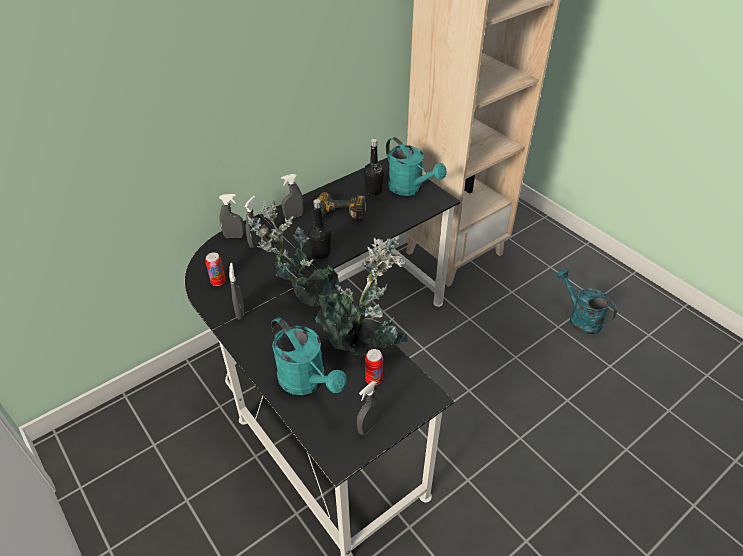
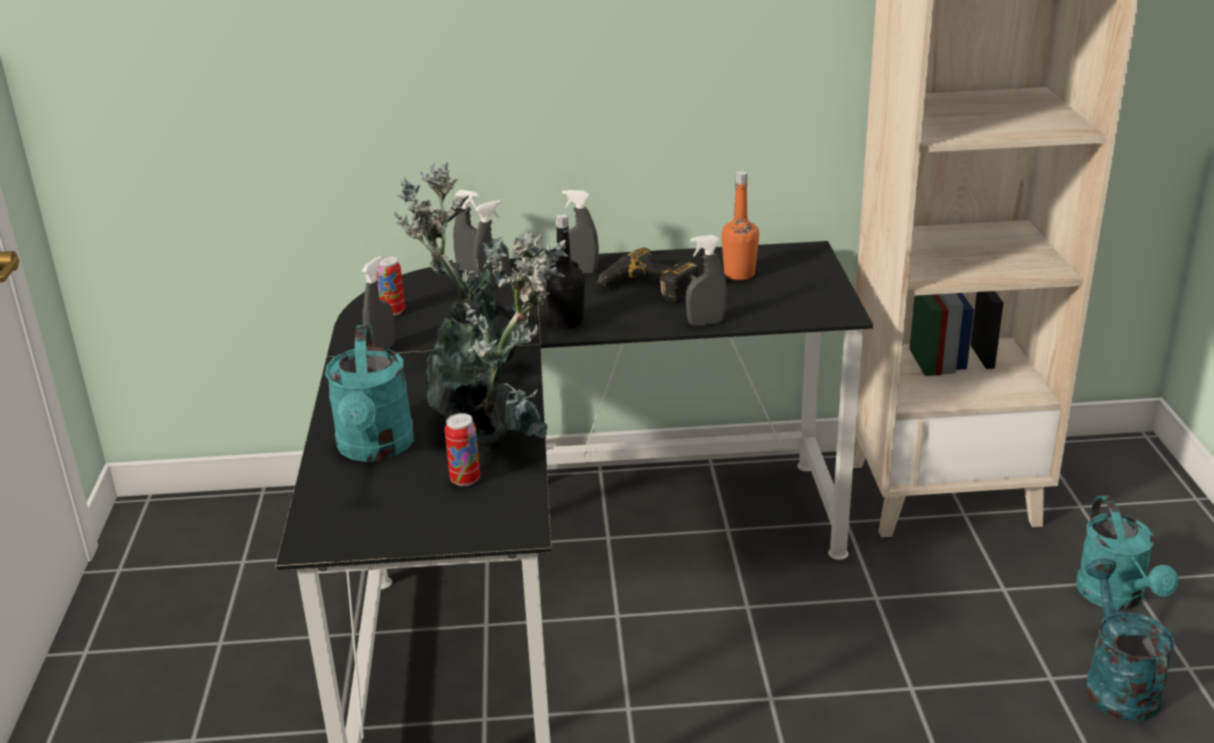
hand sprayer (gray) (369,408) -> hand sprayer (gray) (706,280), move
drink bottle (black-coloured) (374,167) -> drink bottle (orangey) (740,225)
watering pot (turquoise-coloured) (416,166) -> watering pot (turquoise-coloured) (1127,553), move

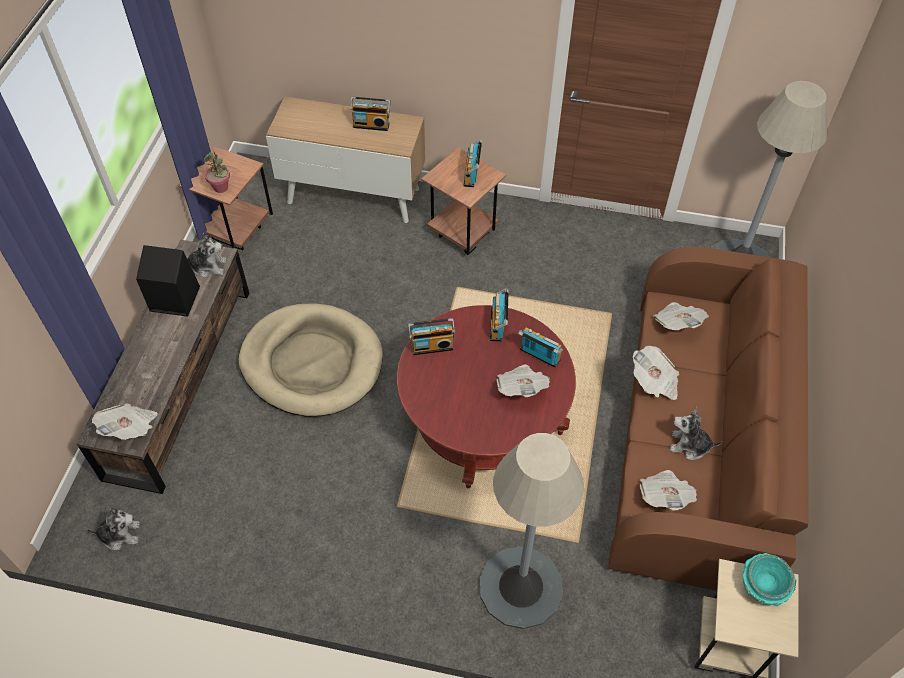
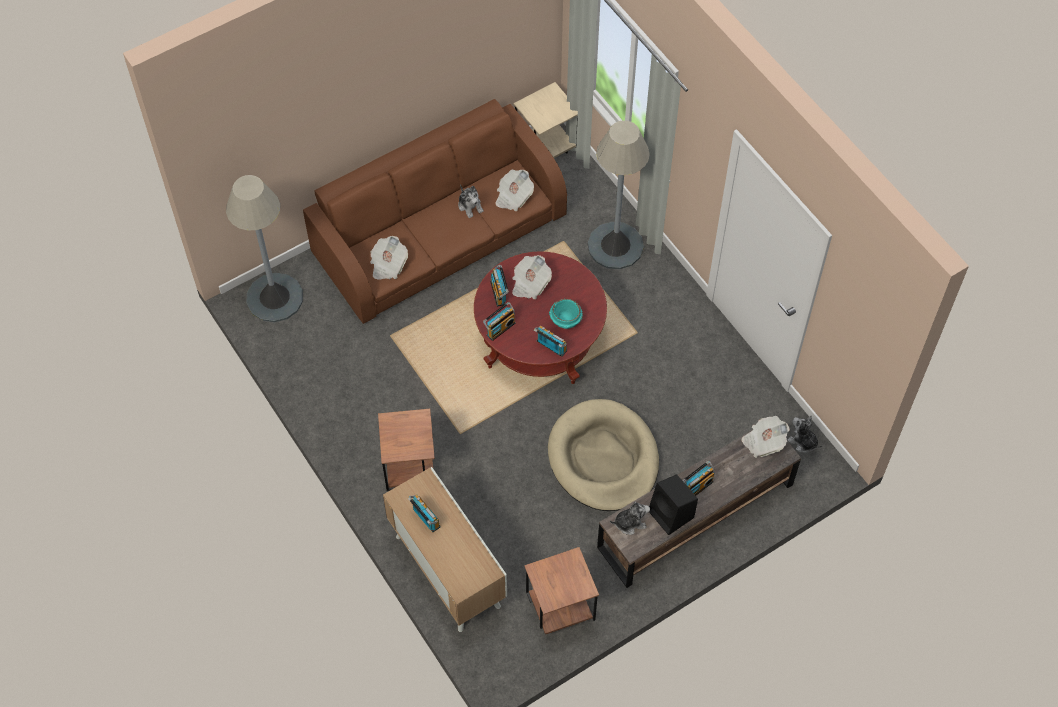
serving bowl (turquoise-coloured) (769,579) -> serving bowl (turquoise-coloured) (566,314), move
plush toy (207,255) -> plush toy (630,518), 120 degrees clockwise
radio receiver (473,163) -> radio receiver (698,478), move
plant in a pot (217,172) -> none
printed paper (656,373) -> none

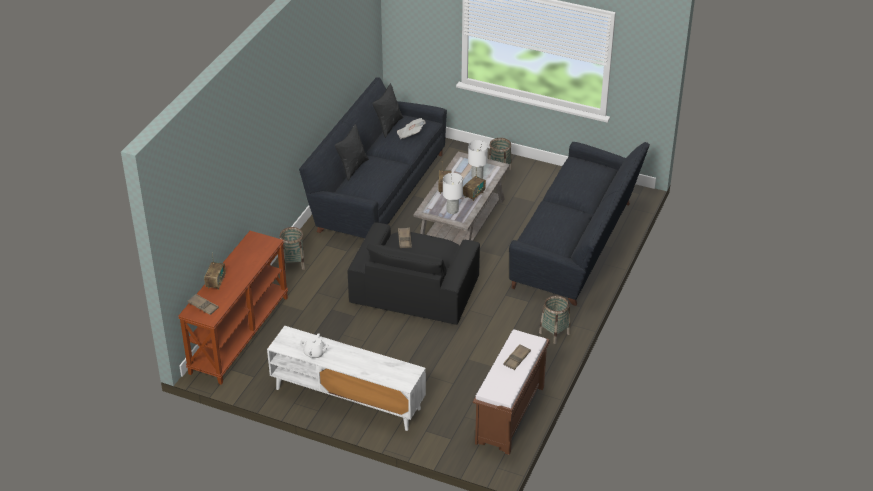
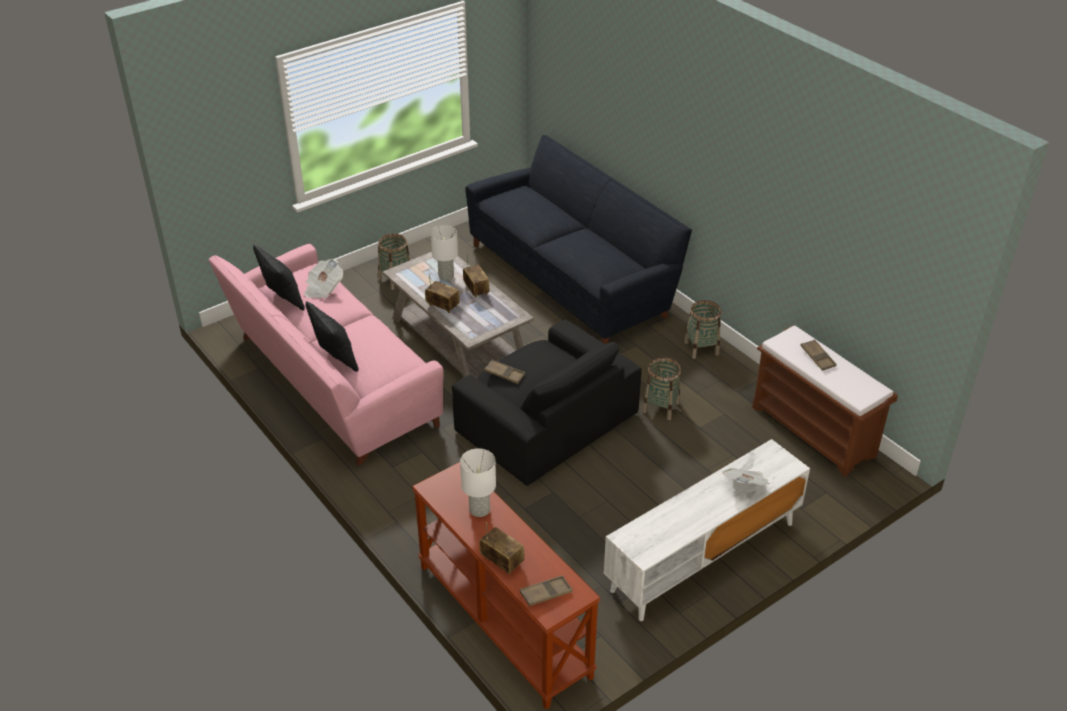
settee (black-coloured) (373,157) -> settee (pinkish) (326,355)
lamp for a table (white-coloured) (453,193) -> lamp for a table (white-coloured) (478,482), move
basket (292,249) -> basket (662,388), move
none -> printed paper (746,477)
tea pot (white-coloured) (314,346) -> none

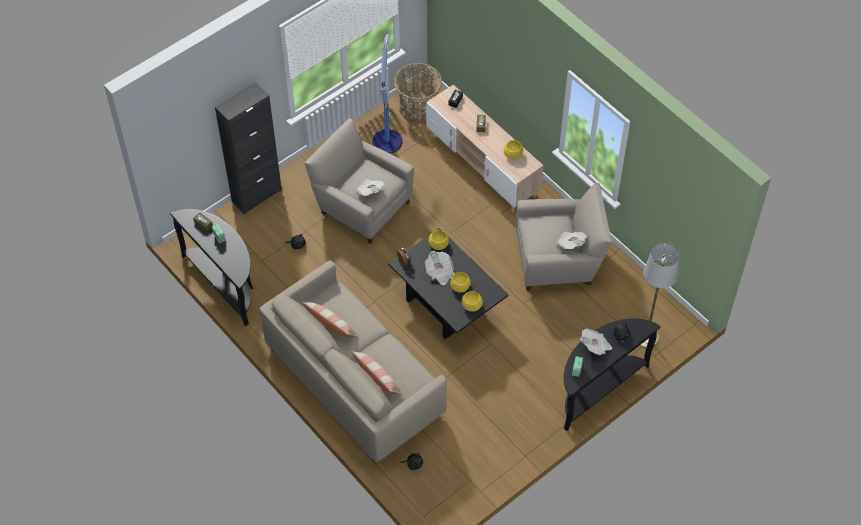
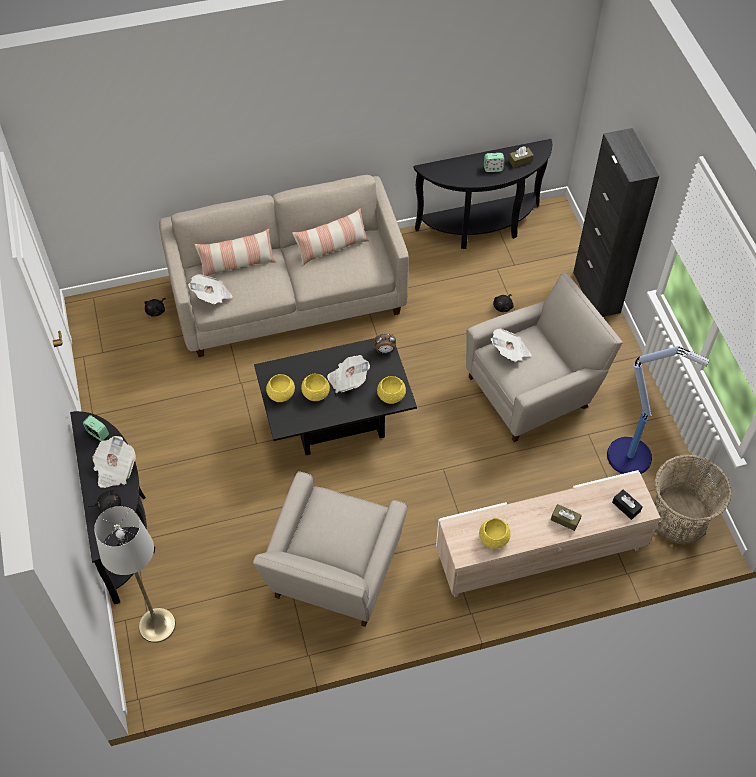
printed paper (571,240) -> printed paper (210,289), move

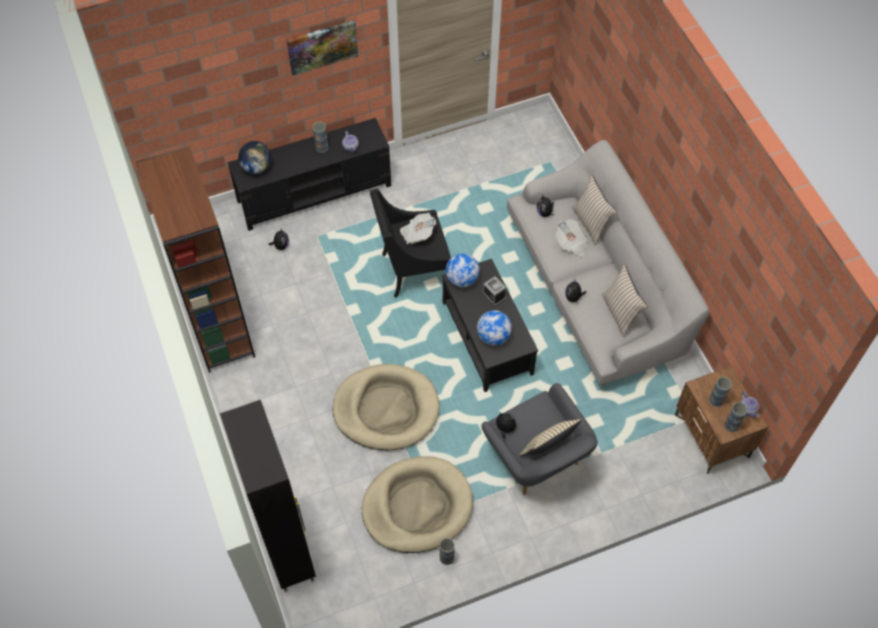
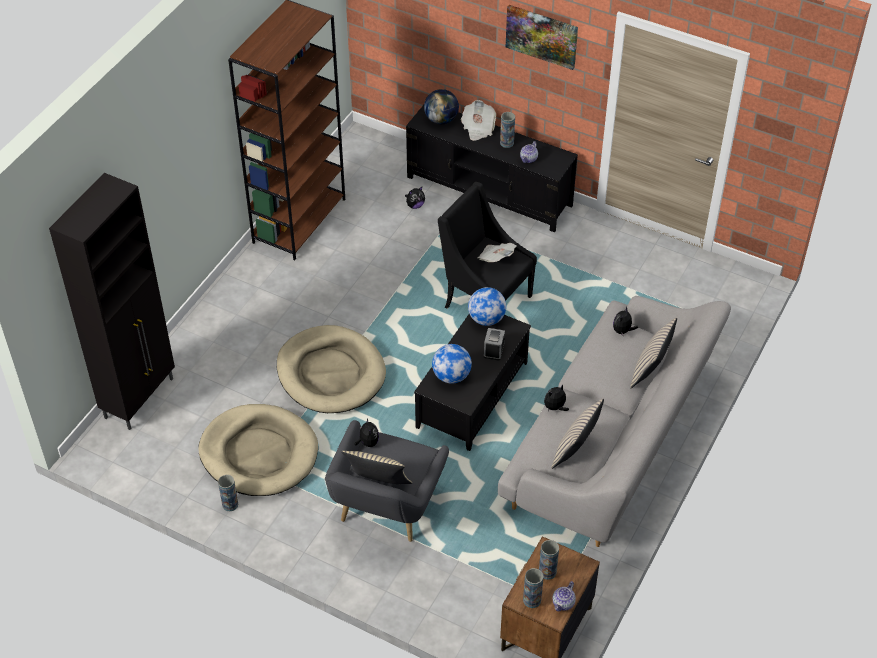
printed paper (572,238) -> printed paper (478,120), move

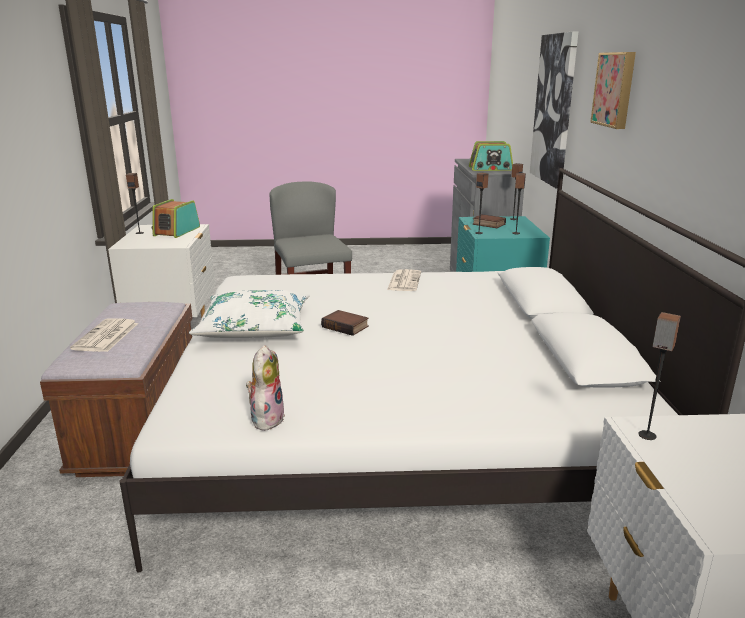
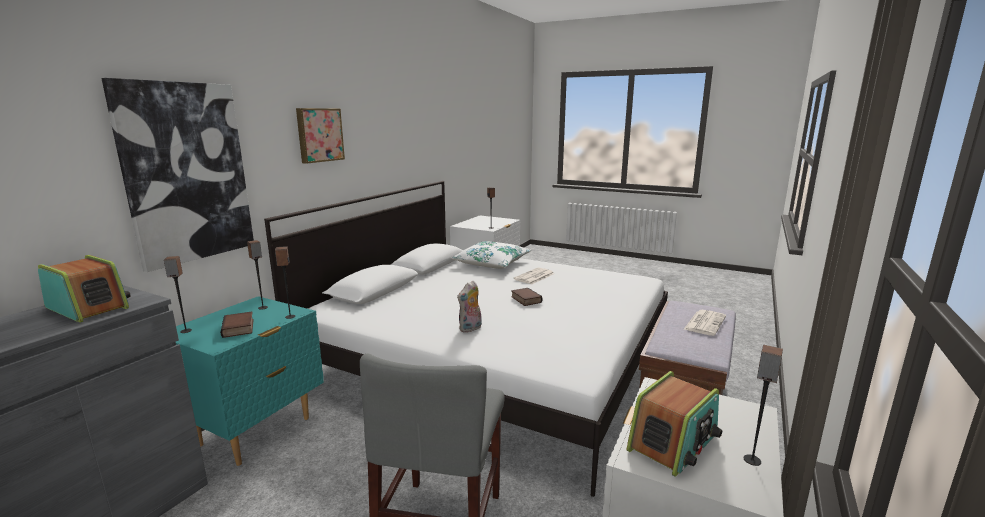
pillow (white-coloured) (249,314) -> pillow (white-coloured) (491,255), move
plush toy (265,388) -> plush toy (469,306), move
printed paper (404,280) -> printed paper (534,275), move

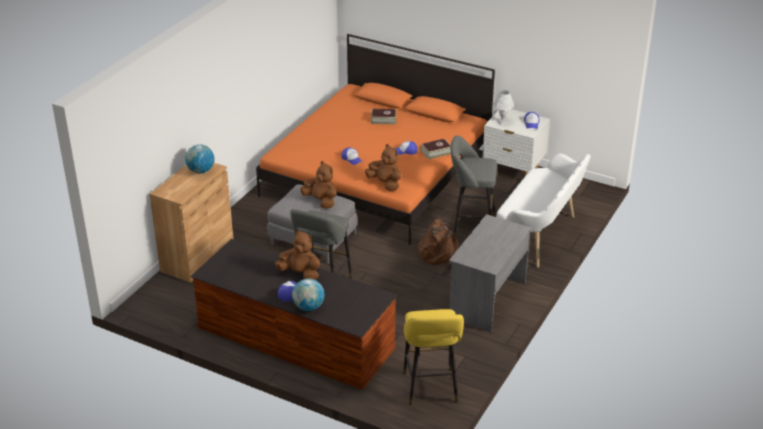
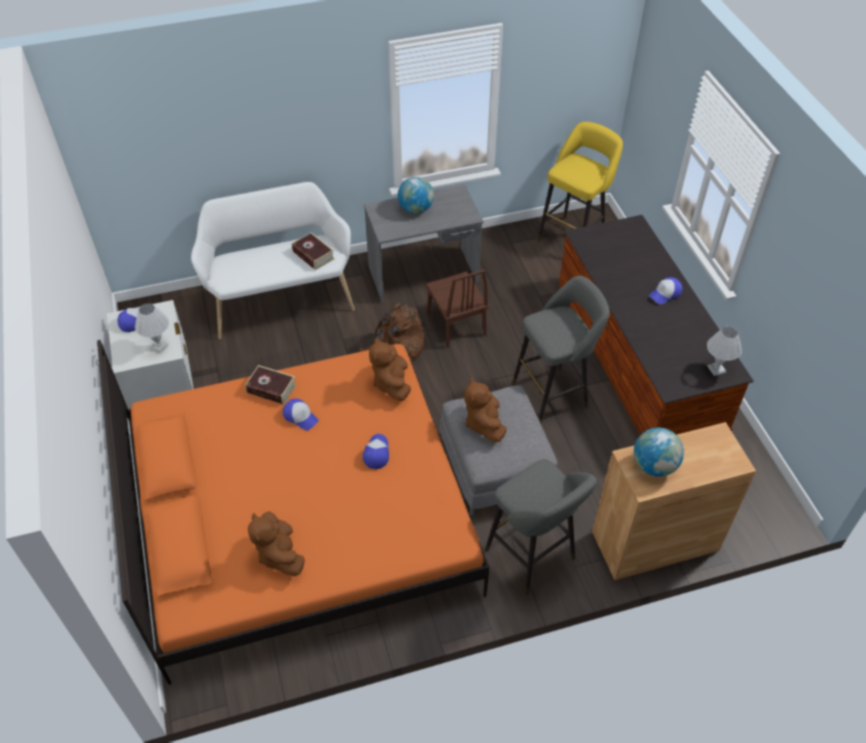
plush toy (brown-coloured) (297,255) -> plush toy (brown-coloured) (276,543), move
bound book (384,116) -> bound book (313,251), move
world globe (308,294) -> world globe (416,195), move
none -> chair (brown-coloured) (457,309)
stool seat (gray) (474,185) -> stool seat (gray) (541,527), move
none -> lamp for a table (white-coloured) (724,351)

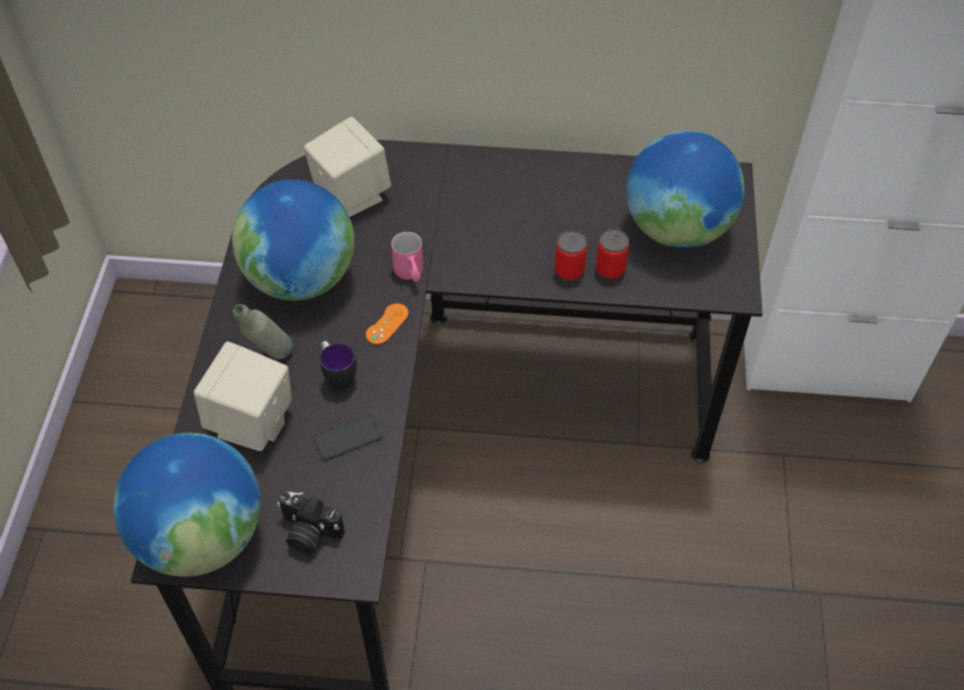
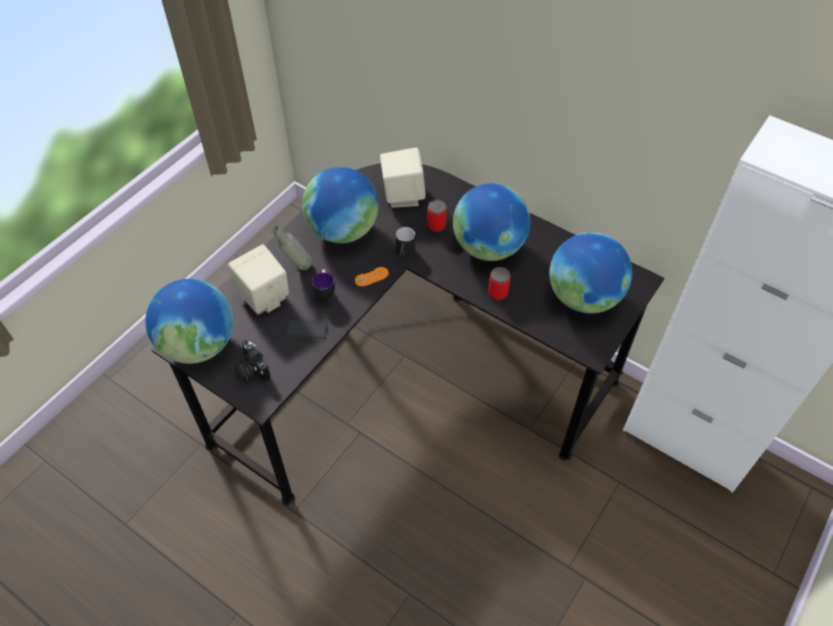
mug (pinkish) (407,257) -> mug (black-coloured) (405,243)
can (612,254) -> can (437,216), move
none -> world globe (491,222)

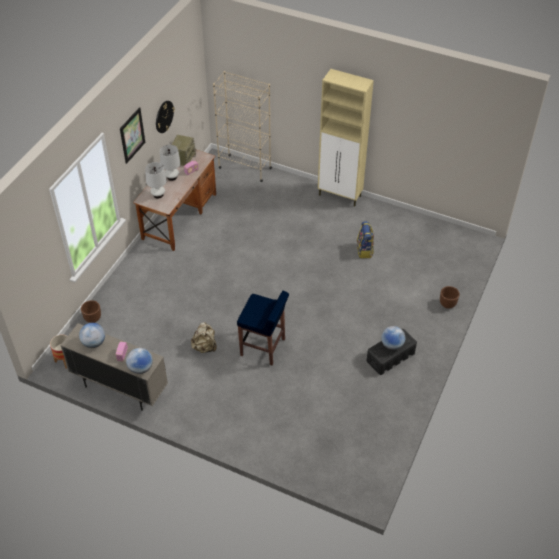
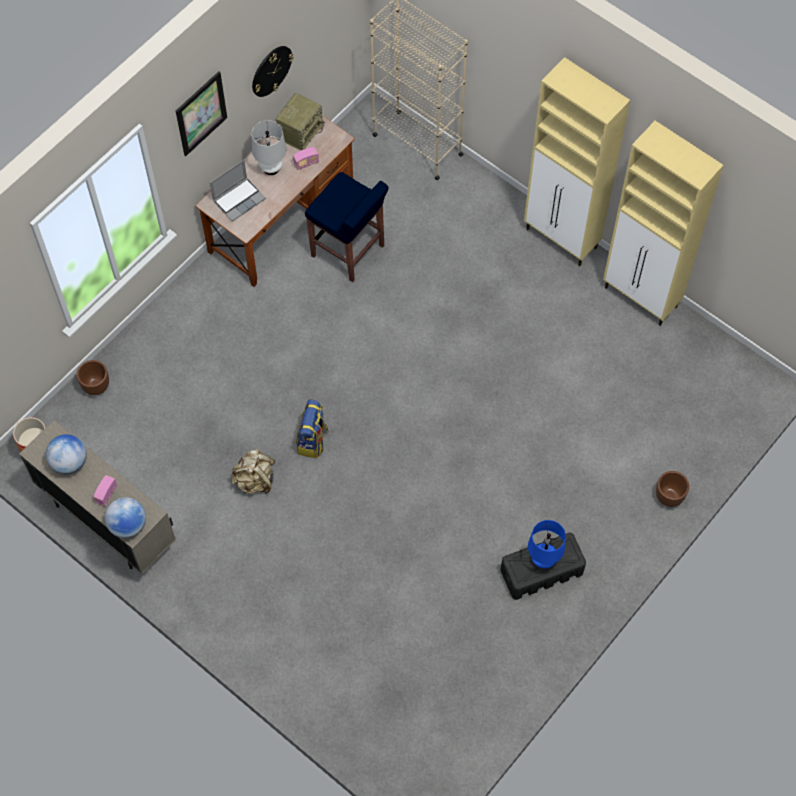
lamp for a table (white-coloured) (156,180) -> laptop (238,191)
knapsack (365,239) -> knapsack (312,428), move
stool seat (blue-coloured) (263,328) -> stool seat (blue-coloured) (347,227), move
world globe (393,338) -> lamp for a table (blue-coloured) (547,544)
none -> cabinet (beige-coloured) (663,223)

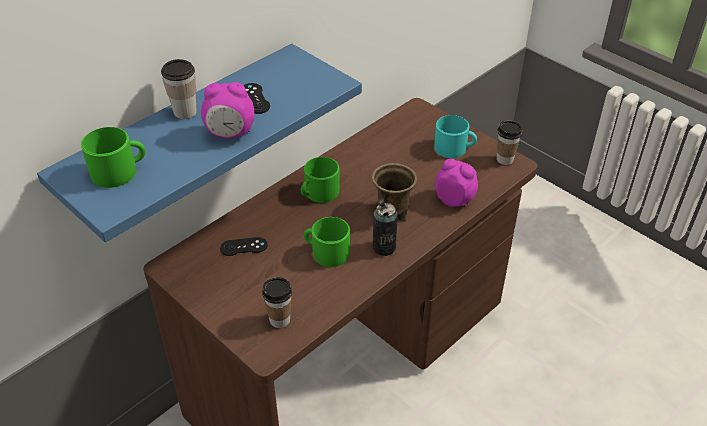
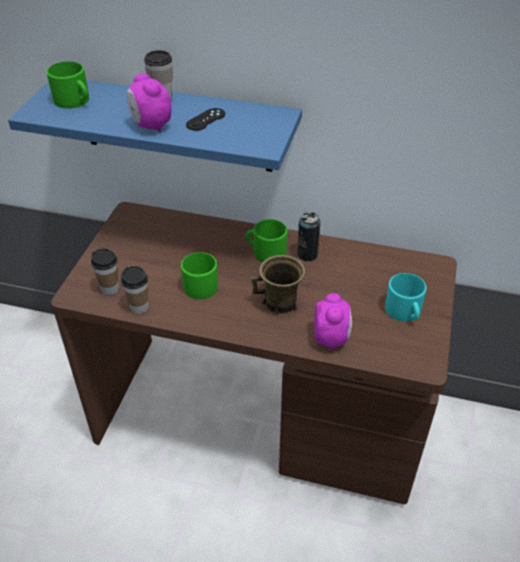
small cup (509,143) -> small cup (135,290), move
can (385,229) -> can (309,236), move
game controller (black-coloured) (244,246) -> none

